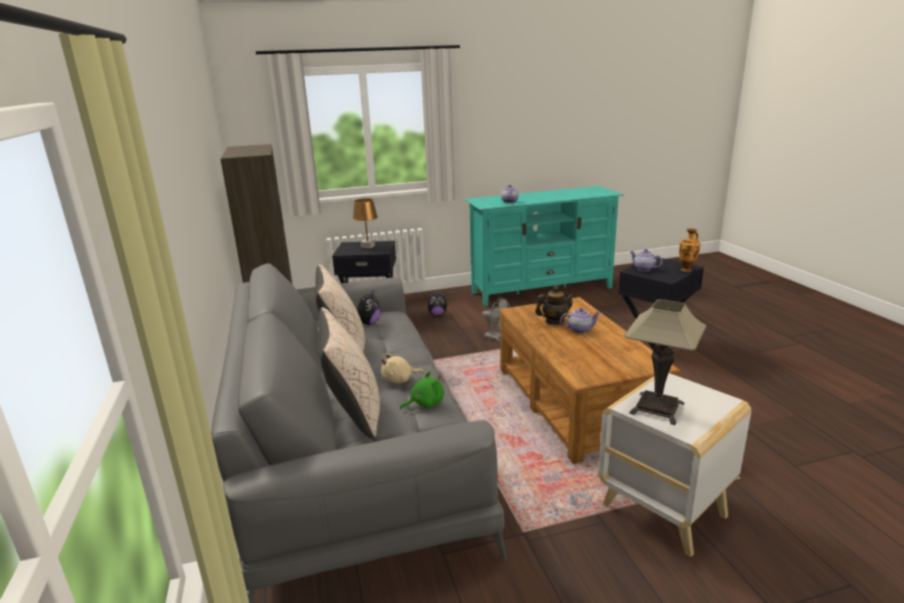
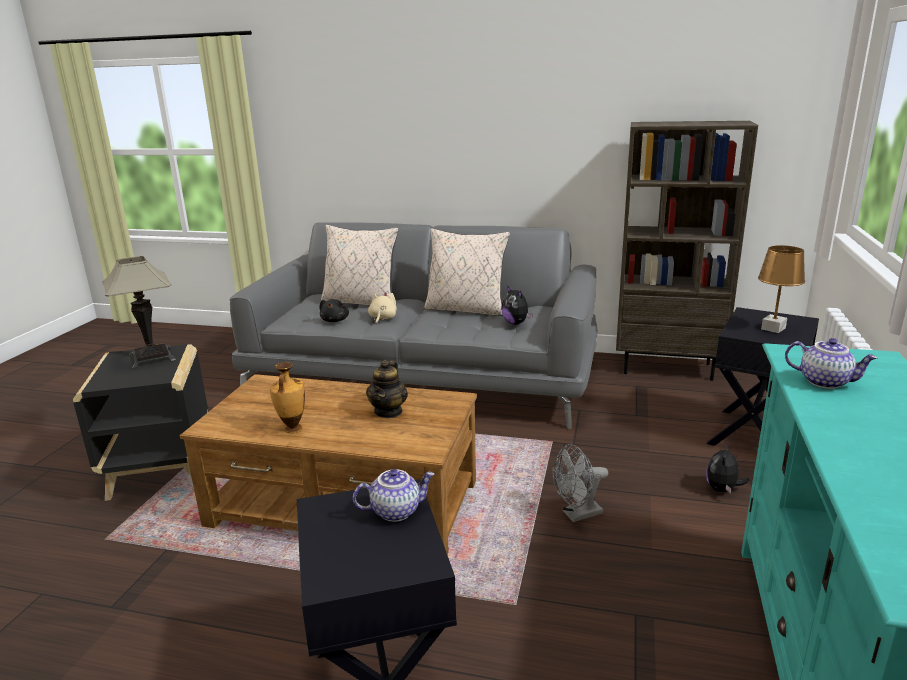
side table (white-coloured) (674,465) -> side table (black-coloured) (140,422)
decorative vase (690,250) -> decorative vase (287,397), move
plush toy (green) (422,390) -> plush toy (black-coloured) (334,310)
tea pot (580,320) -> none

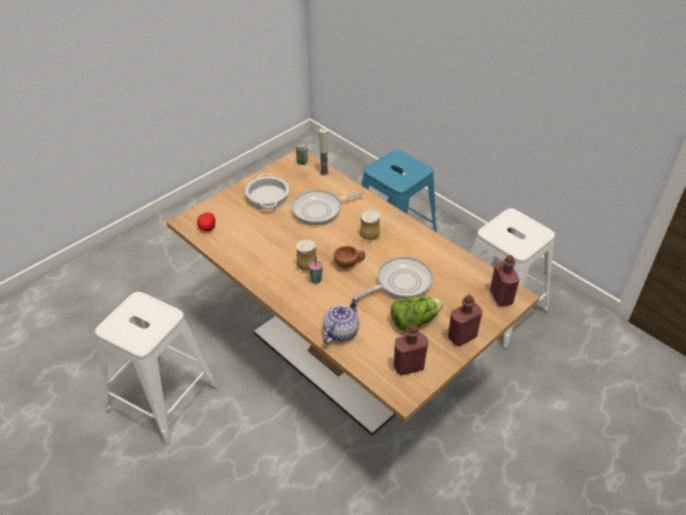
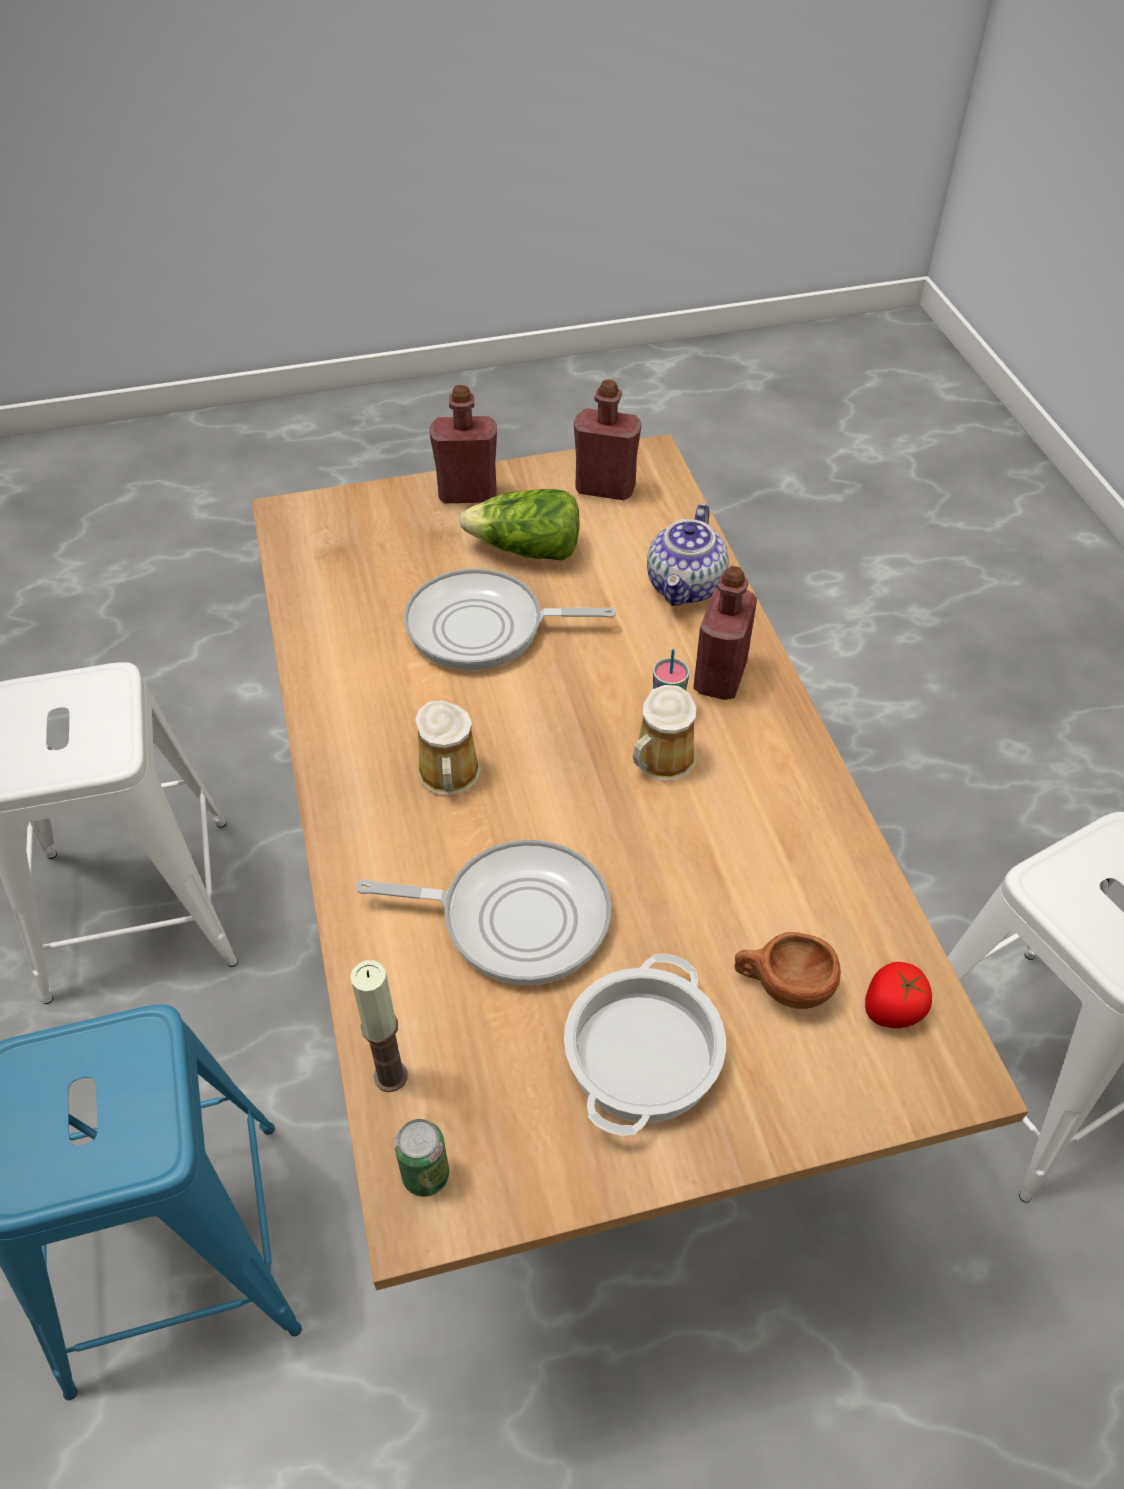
tea pot (341,320) -> tea pot (688,554), 45 degrees counterclockwise
drink bottle (red) (505,280) -> drink bottle (red) (725,633), move
small cup (brown-coloured) (349,257) -> small cup (brown-coloured) (787,970), move

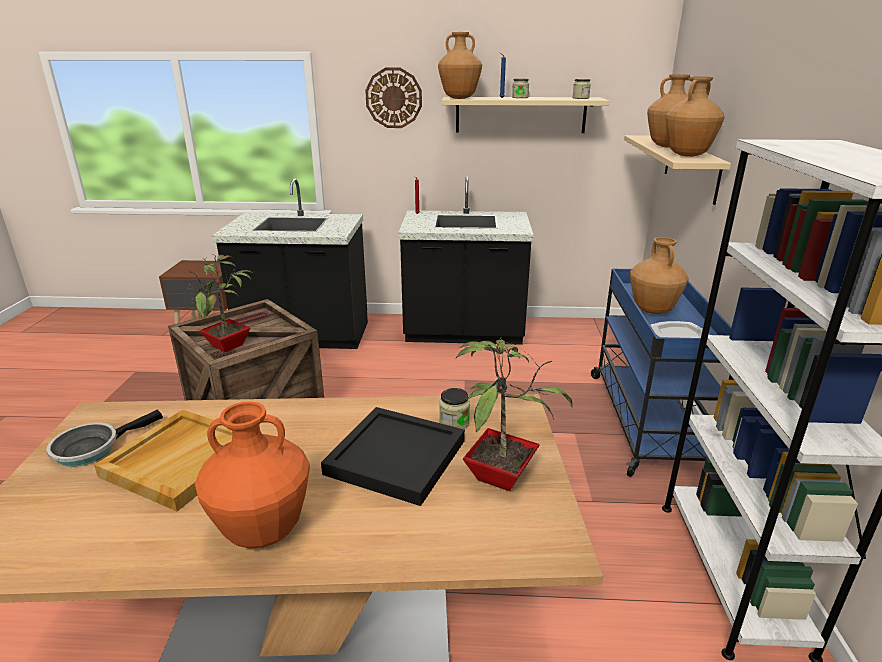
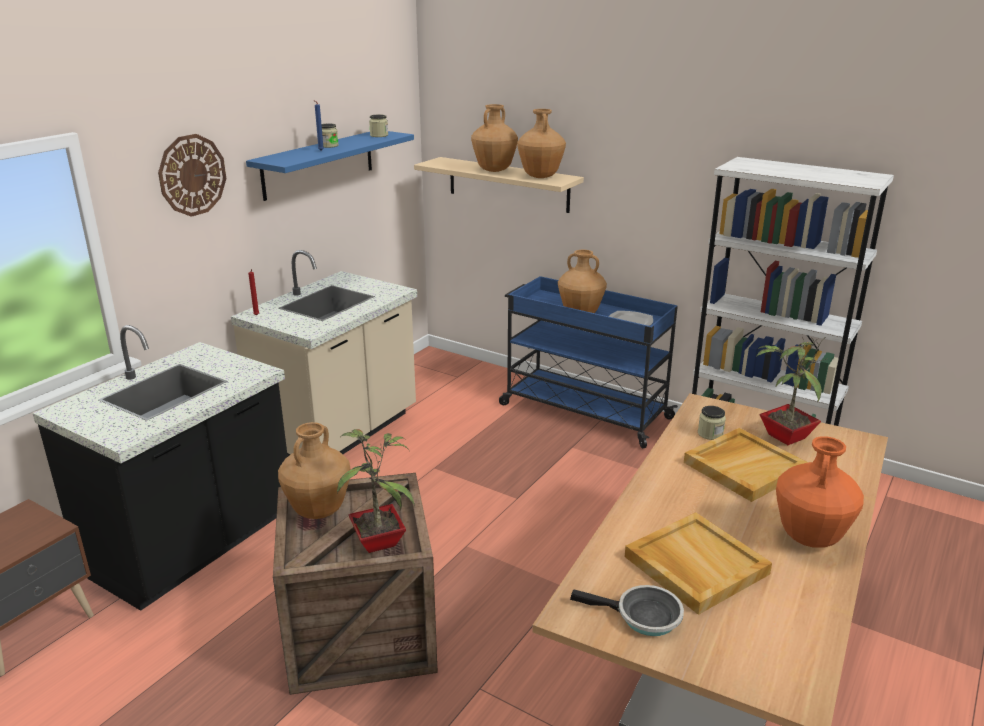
counter (black-coloured) (466,260) -> counter (beige-coloured) (324,353)
shelf (beige-coloured) (525,115) -> shelf (blue-coloured) (330,166)
decorative vase (brown-coloured) (460,65) -> decorative vase (brown-coloured) (314,470), move
frying pan (105,438) -> frying pan (627,610), 60 degrees counterclockwise
carrying tray (black-coloured) (393,456) -> carrying tray (beige-coloured) (746,465)

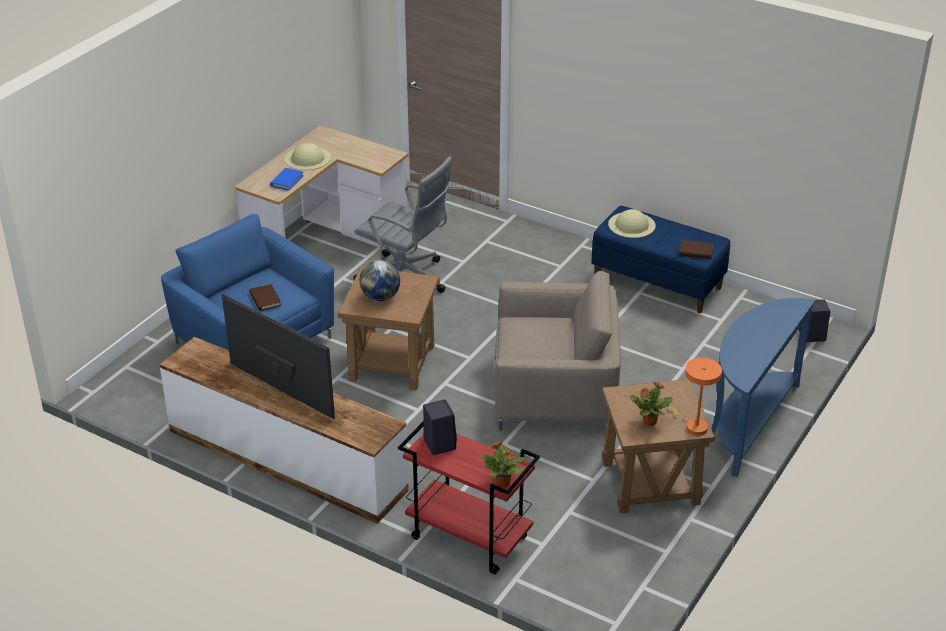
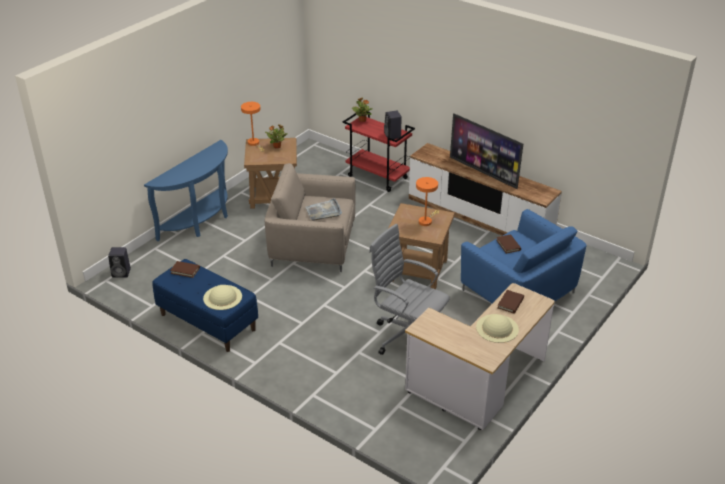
none -> carrying tray (gray) (323,209)
world globe (379,280) -> lamp for a table (orangey) (427,201)
bound book (blue-coloured) (287,179) -> bound book (brown-coloured) (511,302)

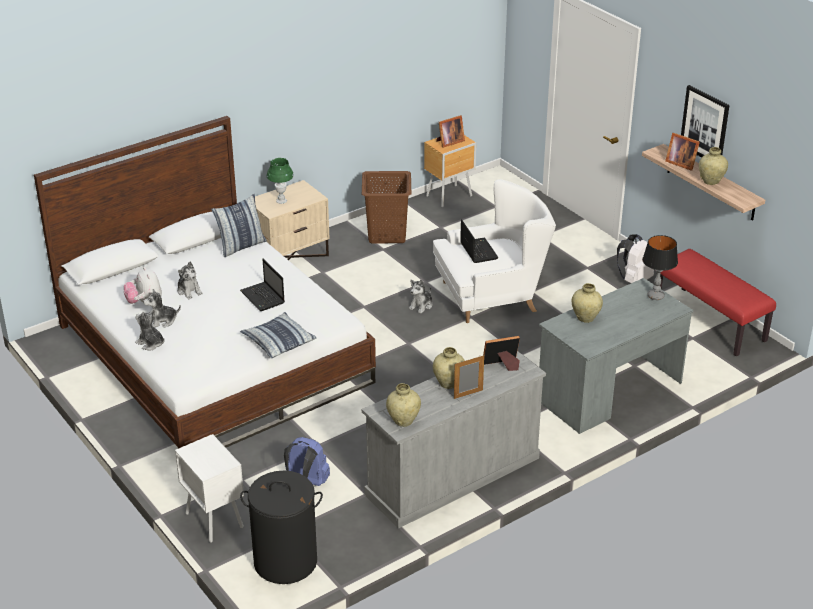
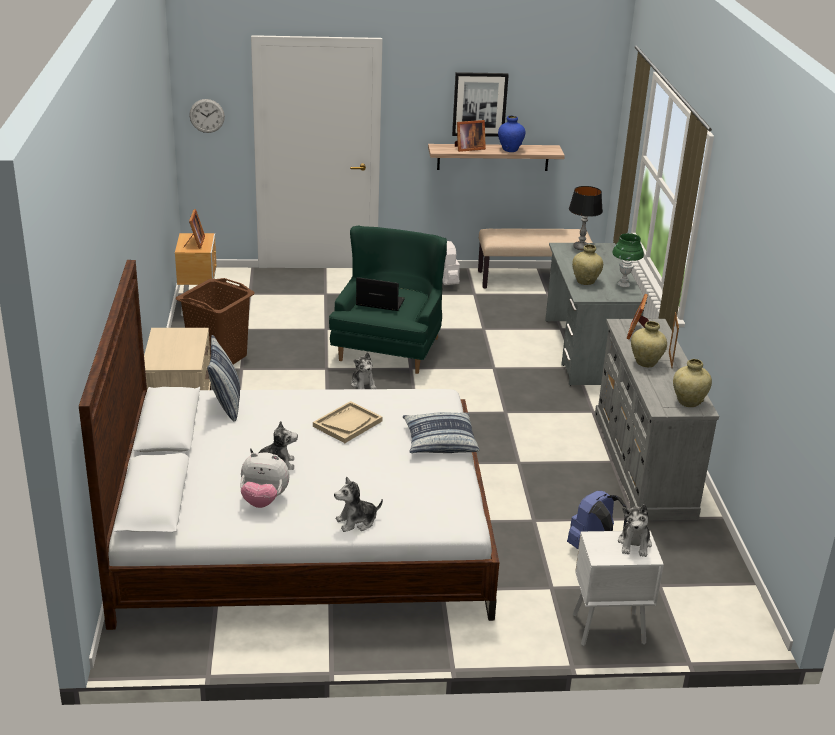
none -> hanging clock (207,116)
laptop (262,285) -> carrying tray (beige-coloured) (347,422)
lounge chair (white-coloured) (494,251) -> lounge chair (green) (388,300)
long seat (red) (716,302) -> long seat (beige-coloured) (535,258)
decorative vase (beige-coloured) (713,166) -> decorative vase (blue-coloured) (512,133)
lamp for a table (green) (280,181) -> lamp for a table (green) (628,260), move
plush toy (162,308) -> plush toy (635,530), move
laundry basket (black-coloured) (281,527) -> none

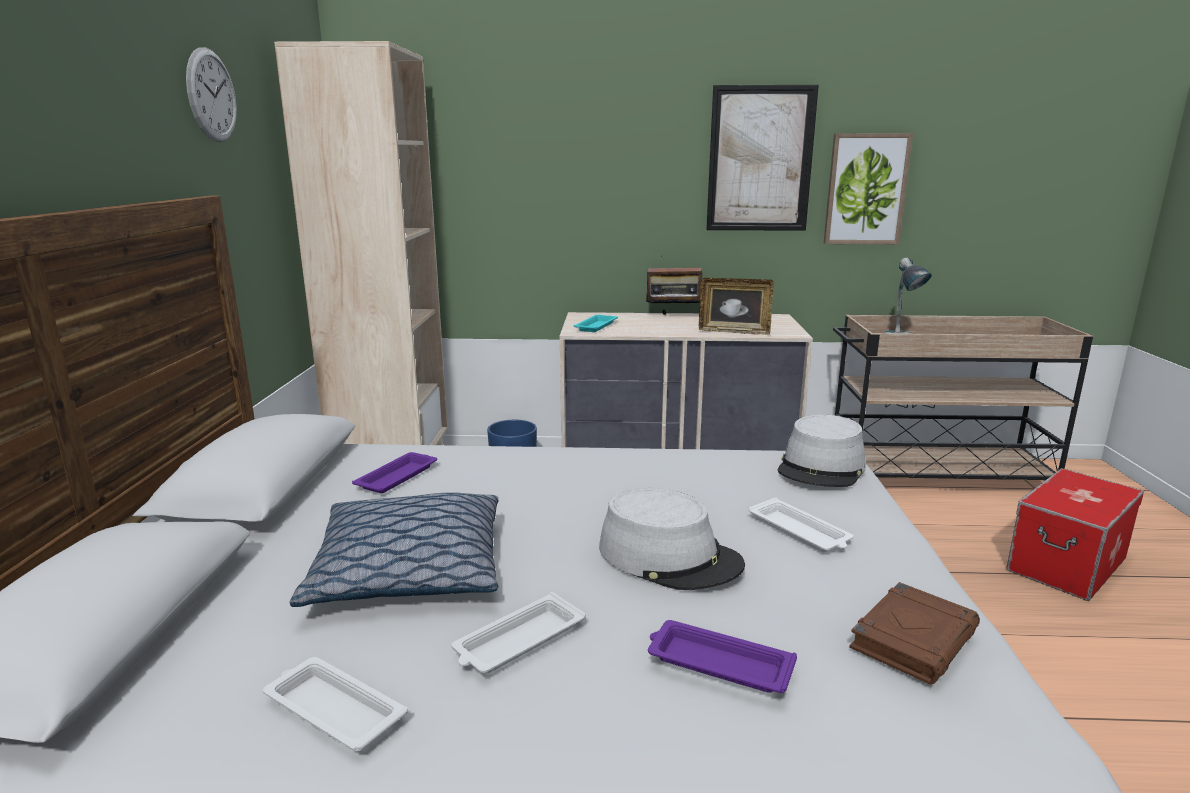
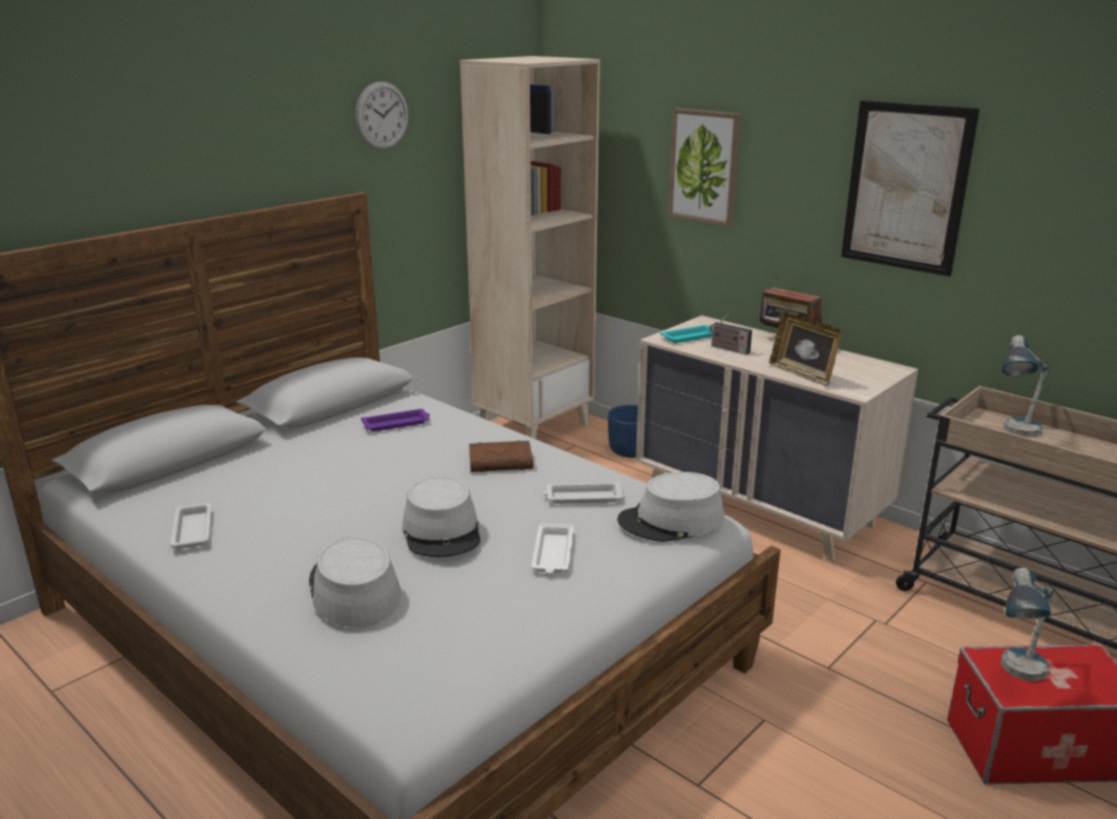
carrying tray (purple) (722,656) -> hat (gray) (355,581)
bound book (brown-coloured) (914,633) -> bound book (brown-coloured) (501,456), move
carrying tray (white-coloured) (518,632) -> carrying tray (white-coloured) (583,493), move
wall art (868,188) -> wall art (704,167), move
none -> radio receiver (731,334)
none -> lamp for a table (1027,624)
pillow (393,549) -> none

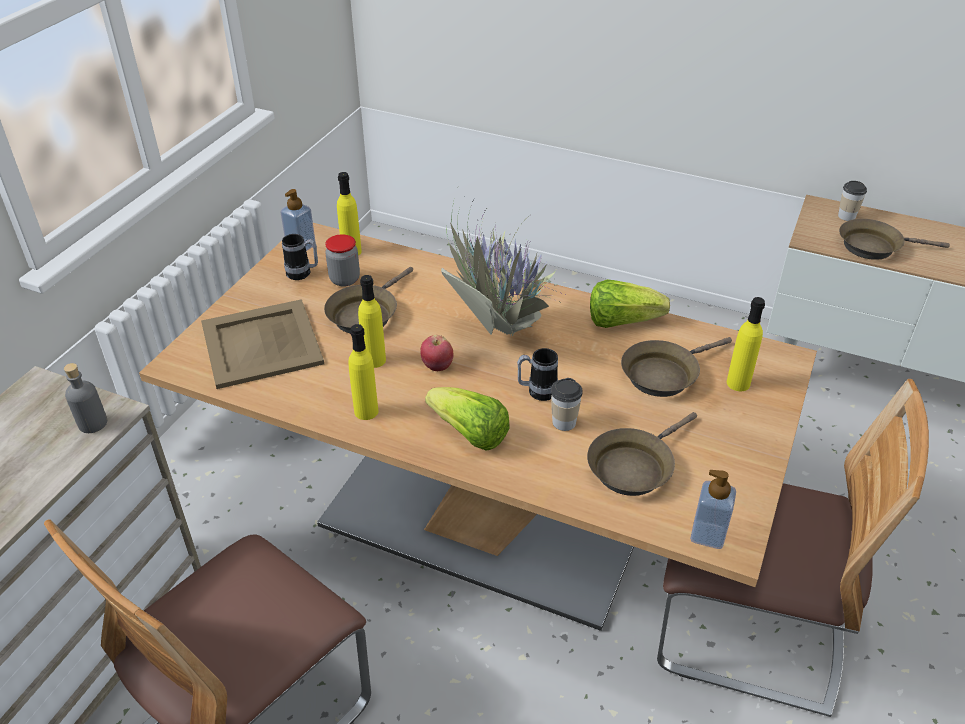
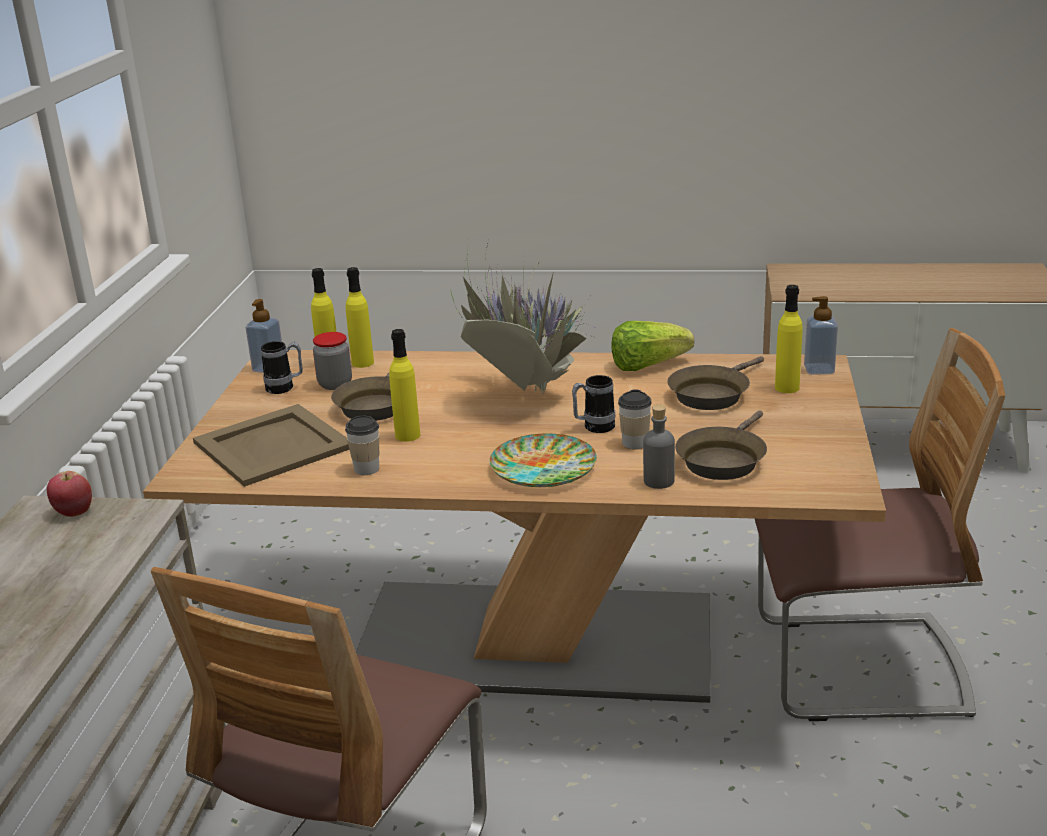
apple (437,353) -> apple (69,494), move
small cup (852,201) -> small cup (362,445), move
drink bottle (yellow-coloured) (363,372) -> drink bottle (yellow-coloured) (360,317), move
lettuce head (467,418) -> dinner plate (543,460)
drink bottle (gray) (85,398) -> drink bottle (gray) (659,447), move
liquid soap bottle (713,509) -> liquid soap bottle (821,335), move
frying pan (brown-coloured) (894,239) -> none

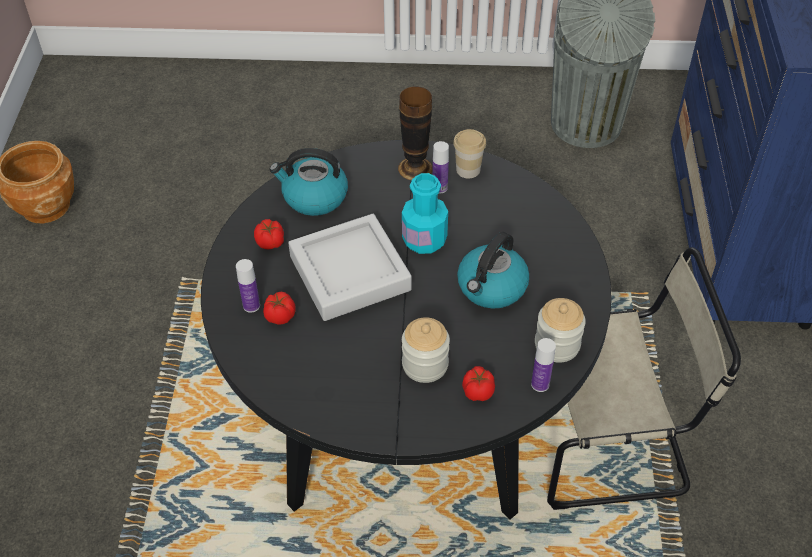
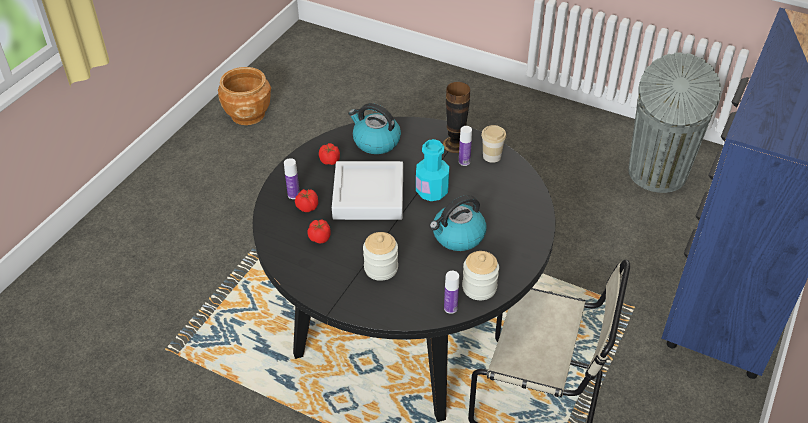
whole tomato (478,383) -> whole tomato (319,231), move

